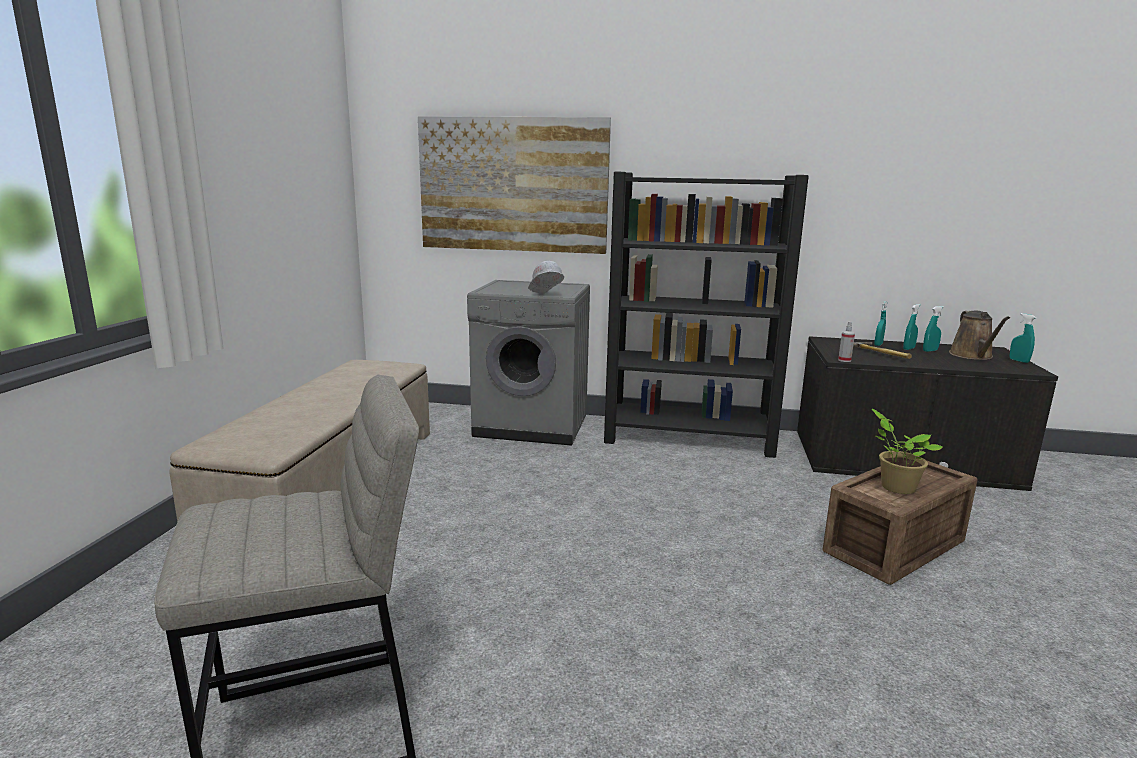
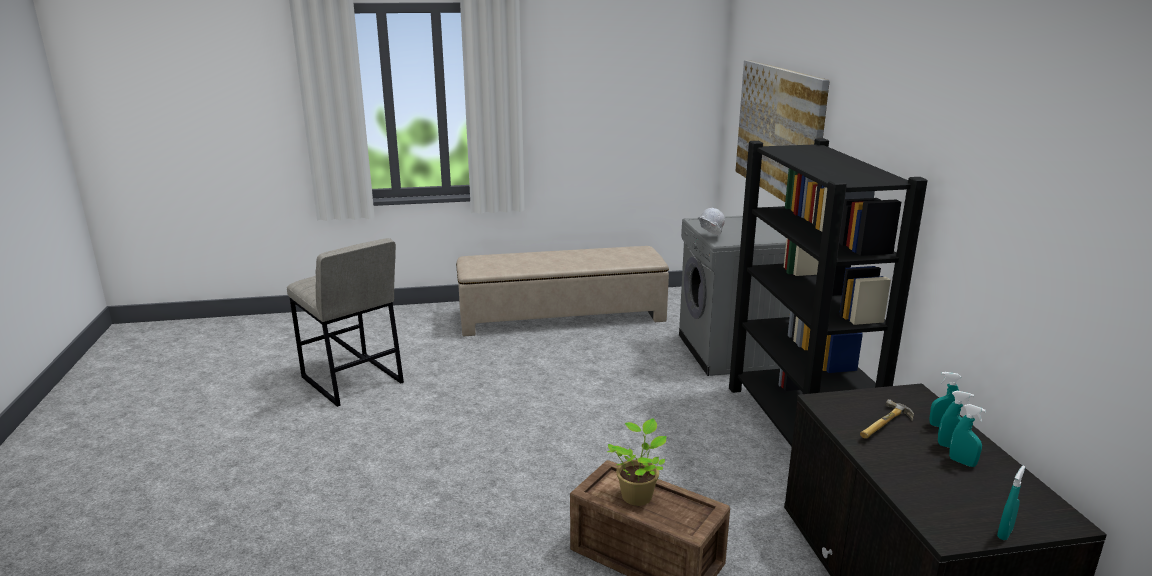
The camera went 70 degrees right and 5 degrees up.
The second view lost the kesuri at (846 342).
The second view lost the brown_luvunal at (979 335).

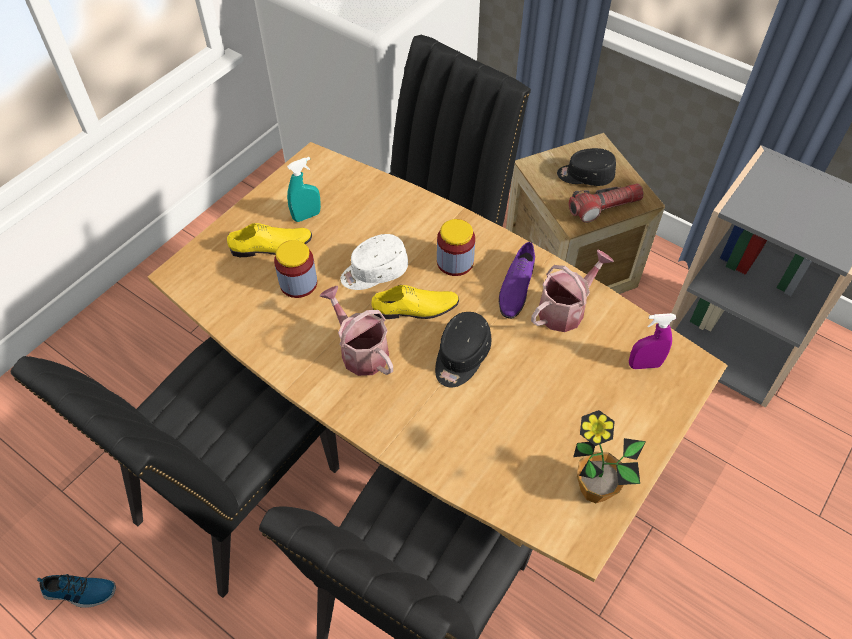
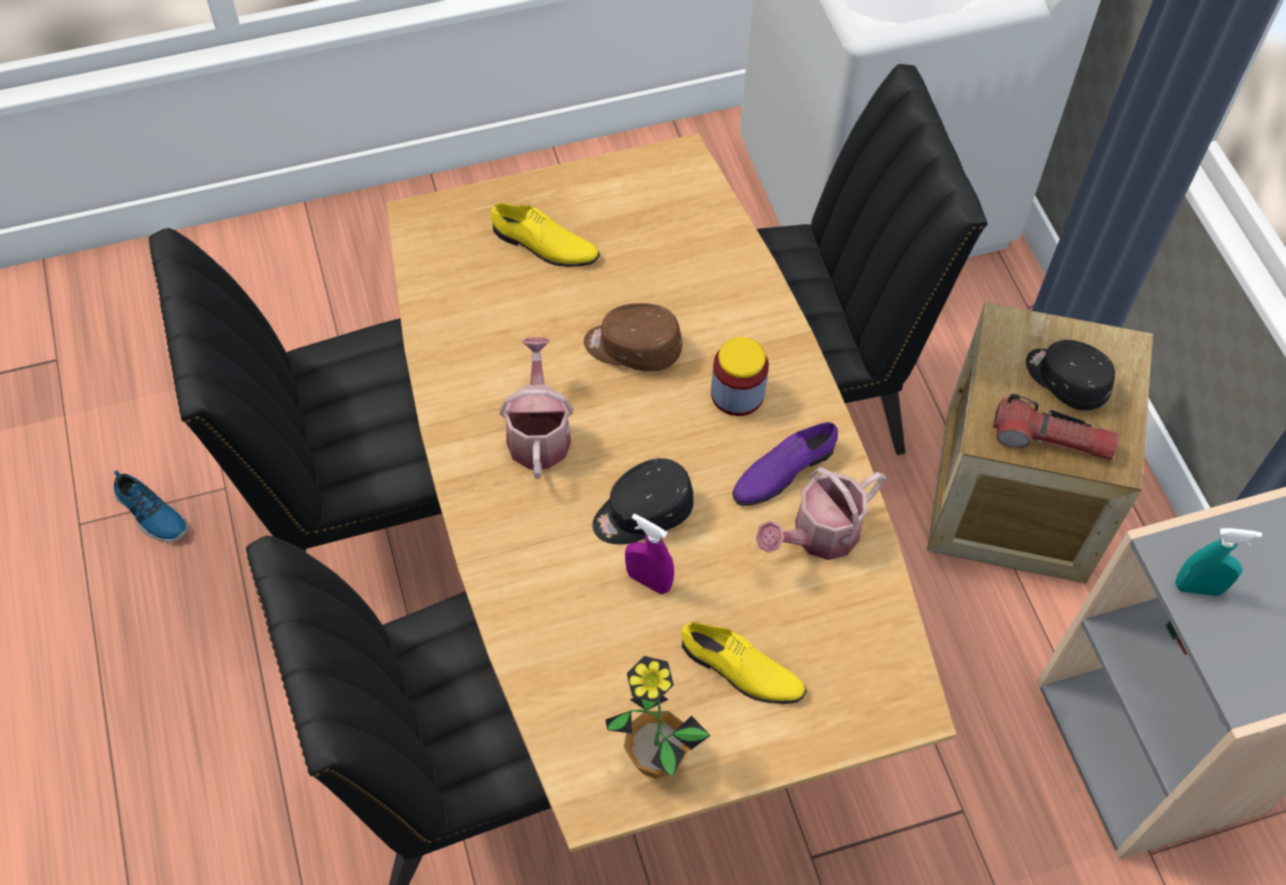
The camera went 35 degrees right and 5 degrees up.
What was the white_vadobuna at (374 262) turned into the brown_vadobuna at (633 337).
The purple_kesuri ended up elsewhere, having gone from (653 341) to (649 554).
The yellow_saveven ended up elsewhere, having gone from (415 302) to (744 663).
The luvunal at (572 291) ended up facing another way, 150 degrees clockwise from before.
The turquoise_kesuri ended up elsewhere, having gone from (304 189) to (1218 562).
The second view lost the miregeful at (295 269).

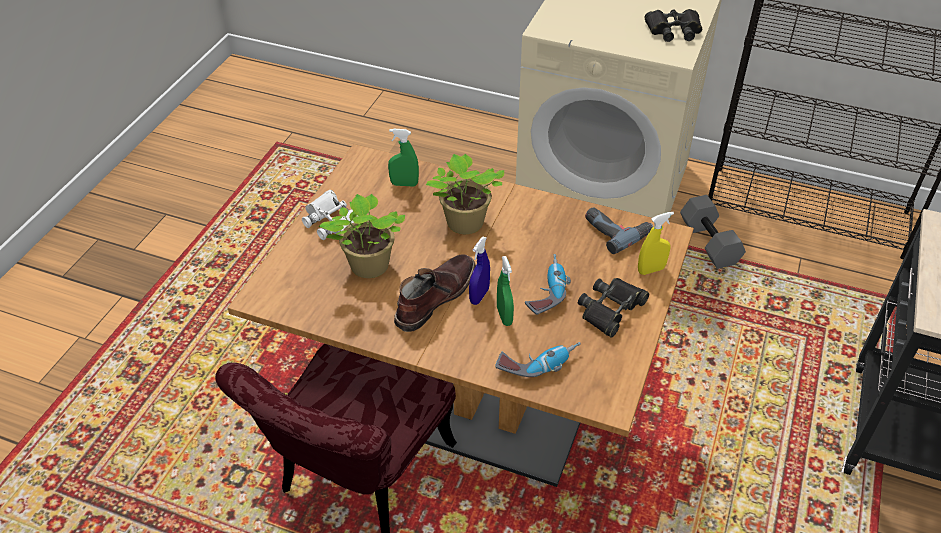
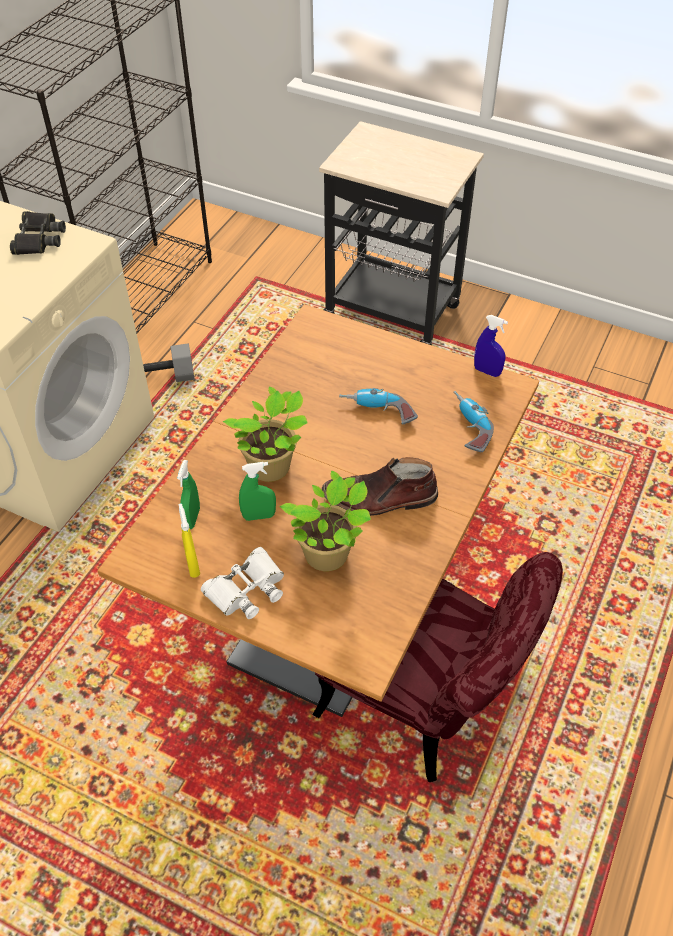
The camera went 85 degrees left and 5 degrees up.
The yellow_kesuri ended up elsewhere, having gone from (656 243) to (189 541).
The green_kesuri ended up elsewhere, having gone from (505 291) to (257 491).
The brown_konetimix at (435 293) ended up facing another way, 45 degrees counterclockwise from before.
The blue_kesuri ended up elsewhere, having gone from (479 271) to (491 346).
The second view lost the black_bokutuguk at (613 307).
The second view lost the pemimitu at (619 230).

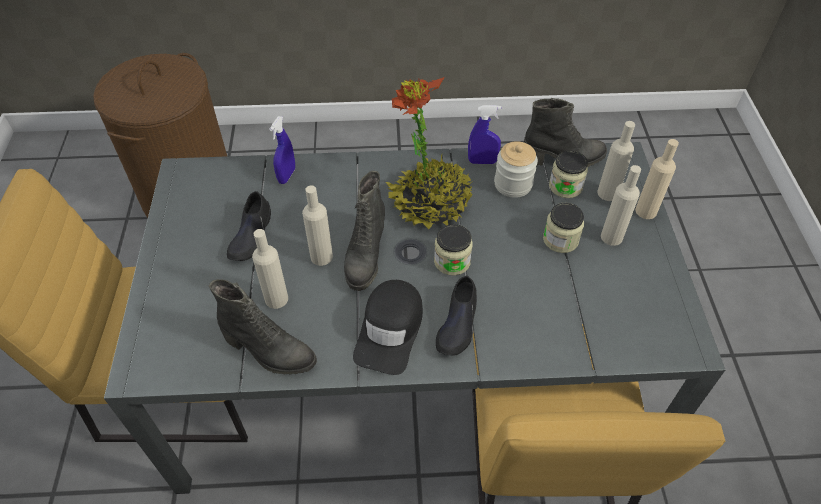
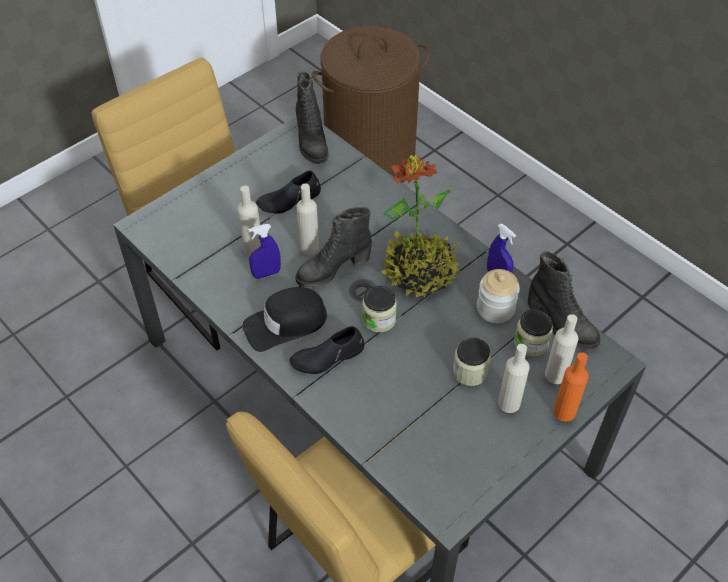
The camera went 50 degrees right and 0 degrees up.
The blue_kesuri ended up elsewhere, having gone from (282 150) to (264 251).
The black_konetimix ended up elsewhere, having gone from (263 327) to (312 118).
What was the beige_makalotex at (657 179) turned into the orange_makalotex at (571 387).

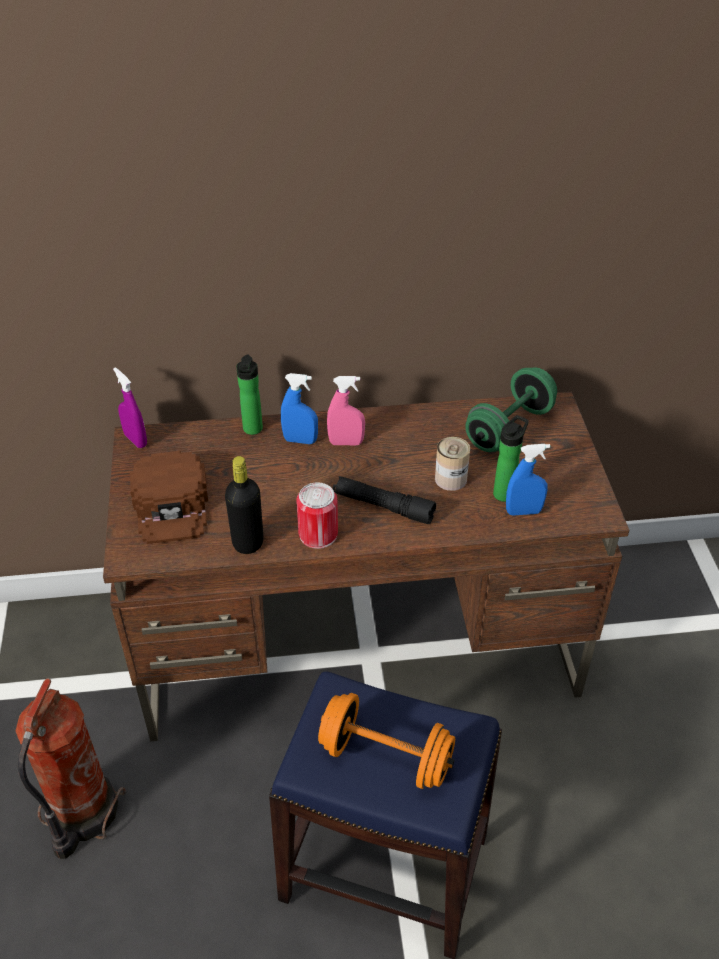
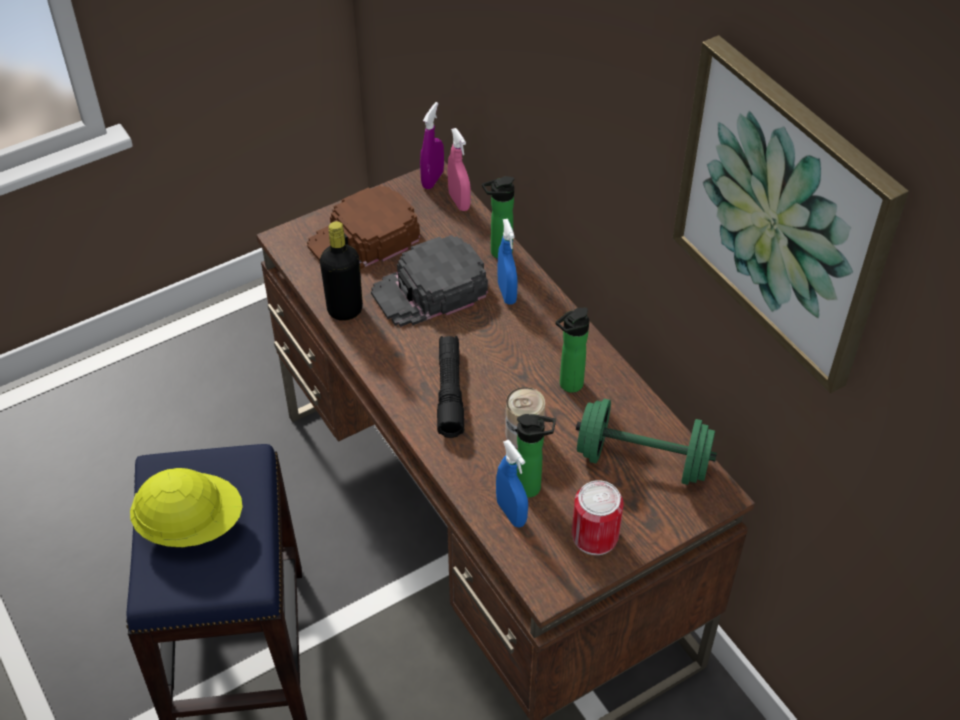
The camera went 65 degrees right and 5 degrees up.
Where the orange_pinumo stood at (386 741), the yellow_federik came to stand at (186 508).
The second view gained the black_vadobuna at (429 281).
The pink_kesuri ended up elsewhere, having gone from (346 410) to (459 169).
The second view gained the makalotex at (572 350).
The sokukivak ended up elsewhere, having gone from (317 515) to (598 517).
The second view gained the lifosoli at (791 214).
The second view lost the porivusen at (70 768).

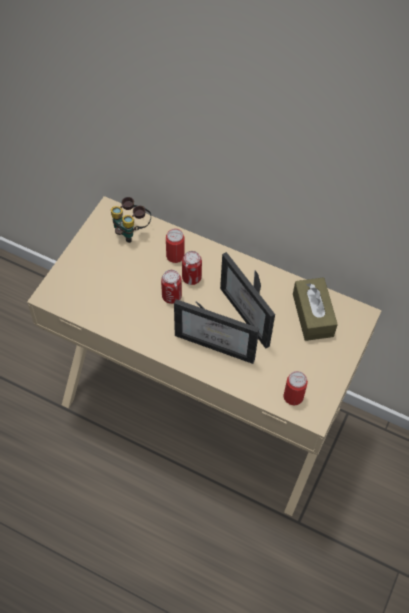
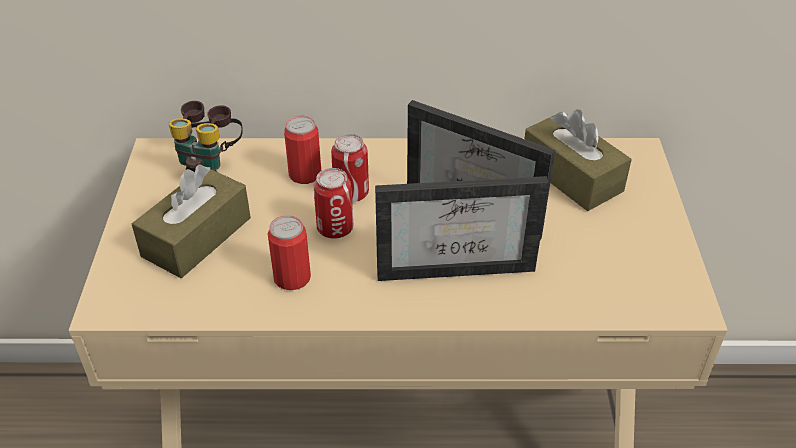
The camera went 25 degrees left and 15 degrees down.
The second view gained the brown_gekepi at (191 221).
The sokukivak ended up elsewhere, having gone from (295 388) to (289 252).

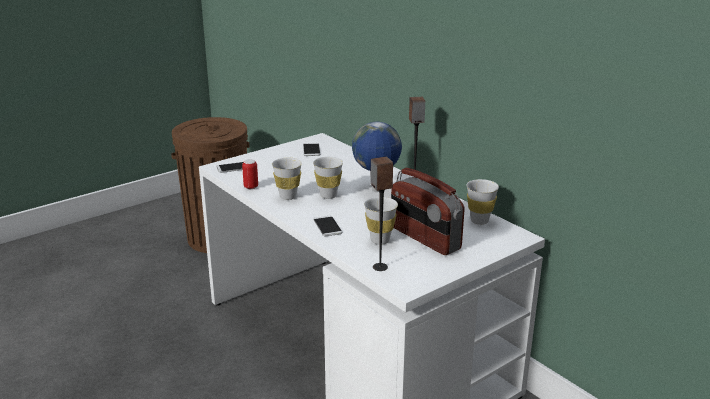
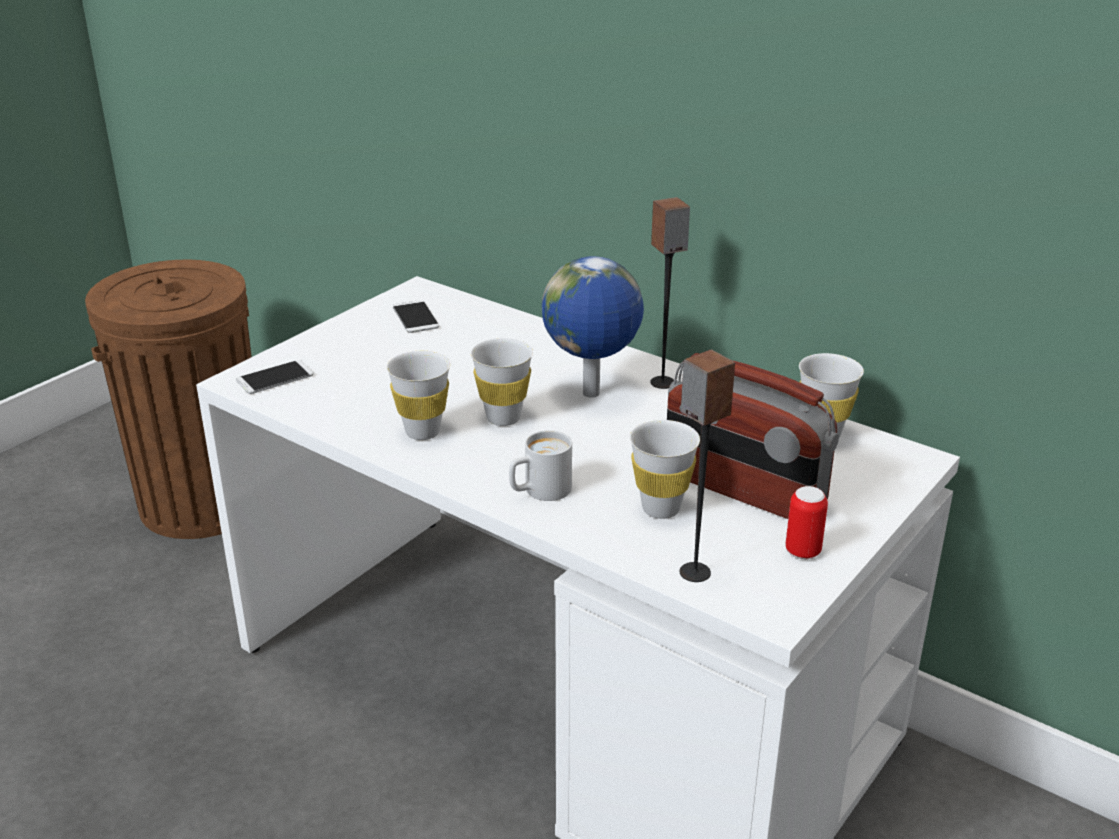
The camera went 15 degrees left and 5 degrees up.
Where the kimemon stood at (327 226), the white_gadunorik came to stand at (540 465).
The sokukivak ended up elsewhere, having gone from (250 174) to (806 522).

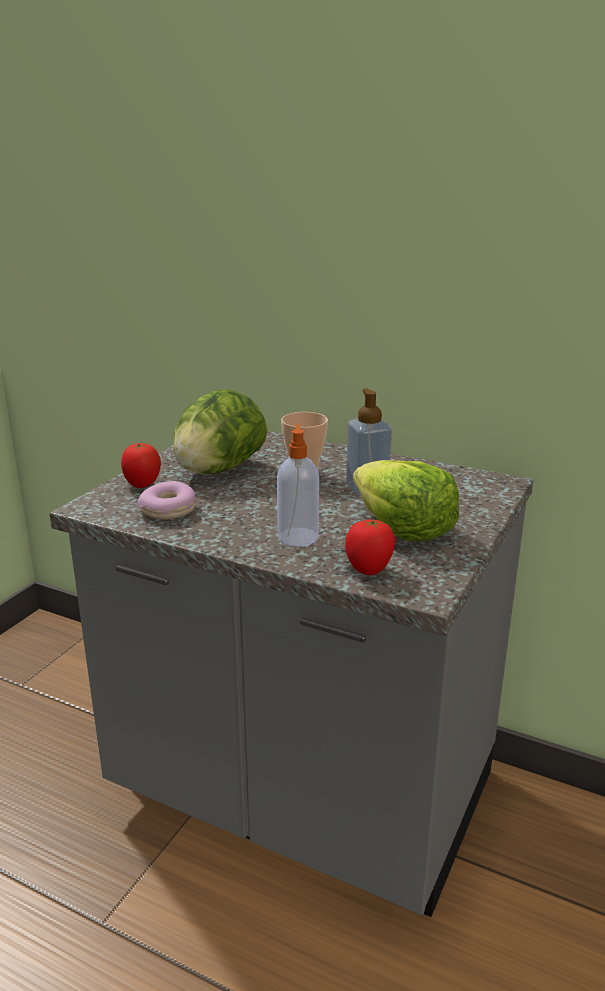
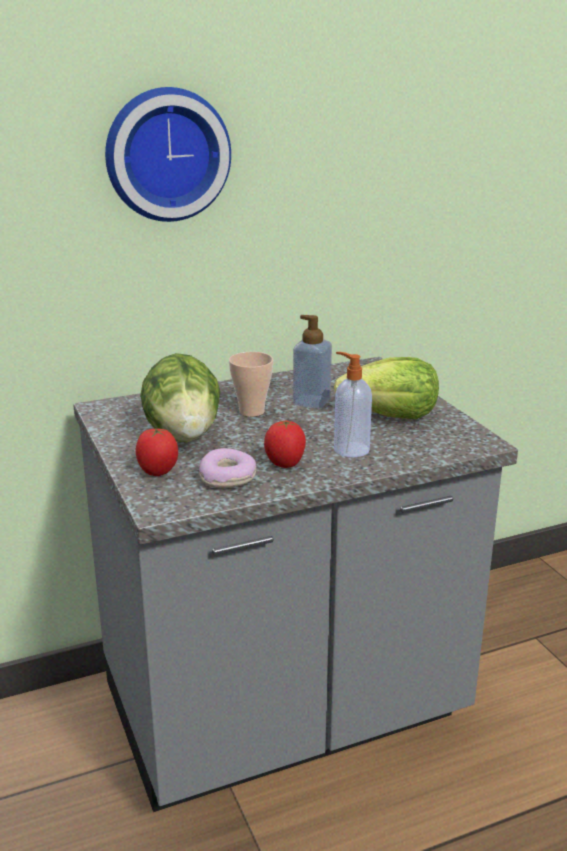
The camera went 50 degrees left and 0 degrees up.
The second view gained the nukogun at (168 154).
The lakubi ended up elsewhere, having gone from (370 547) to (285 444).

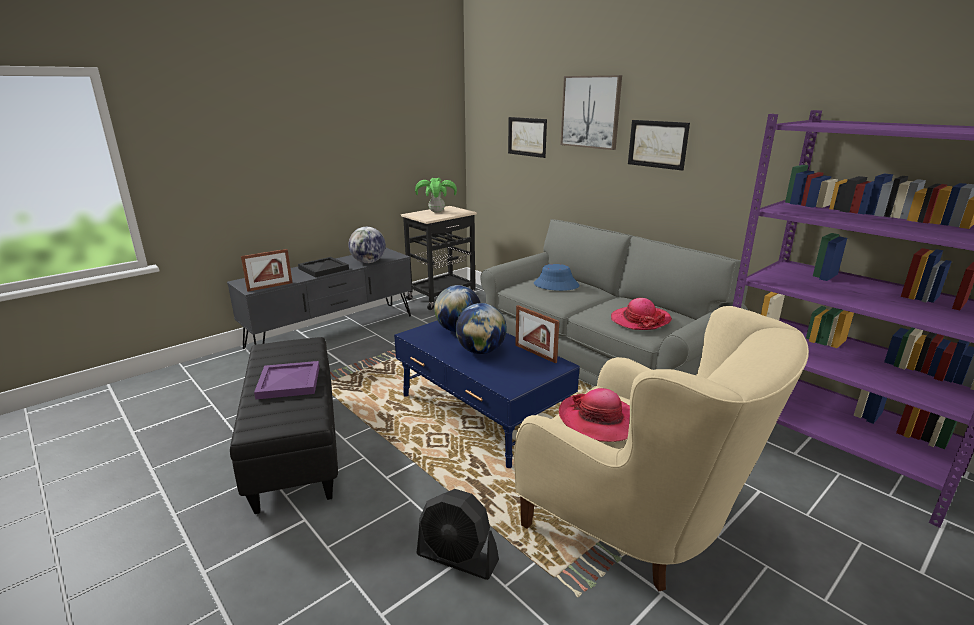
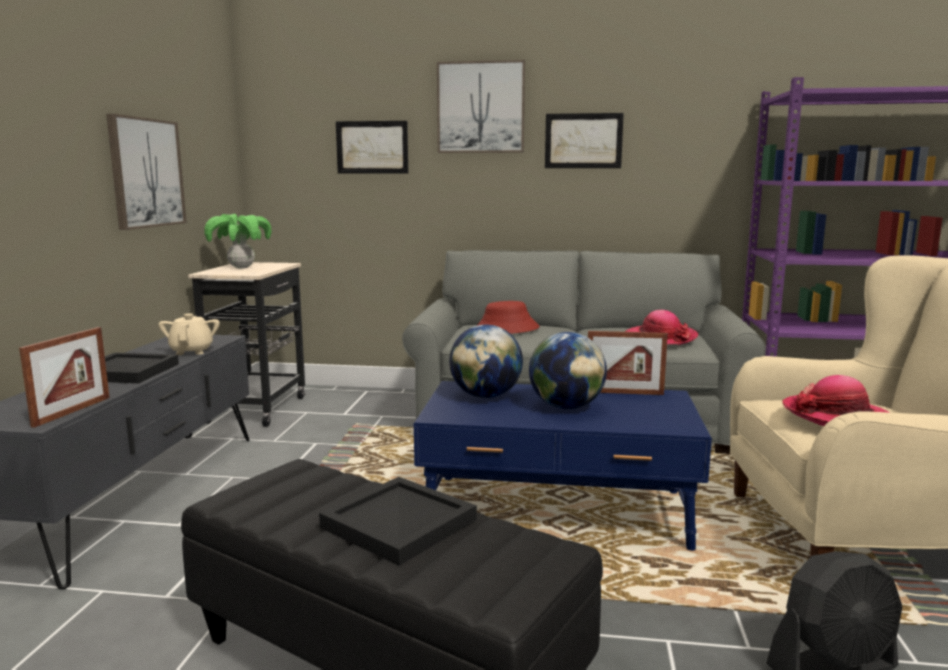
The camera went 40 degrees left and 10 degrees down.
The second view gained the lifosoli at (146 172).
Where the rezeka stood at (367 245), the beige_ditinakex came to stand at (189 334).
What was the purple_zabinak at (287 380) turned into the black_zabinak at (398 521).
What was the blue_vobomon at (557 277) turned into the red_vobomon at (508 317).

